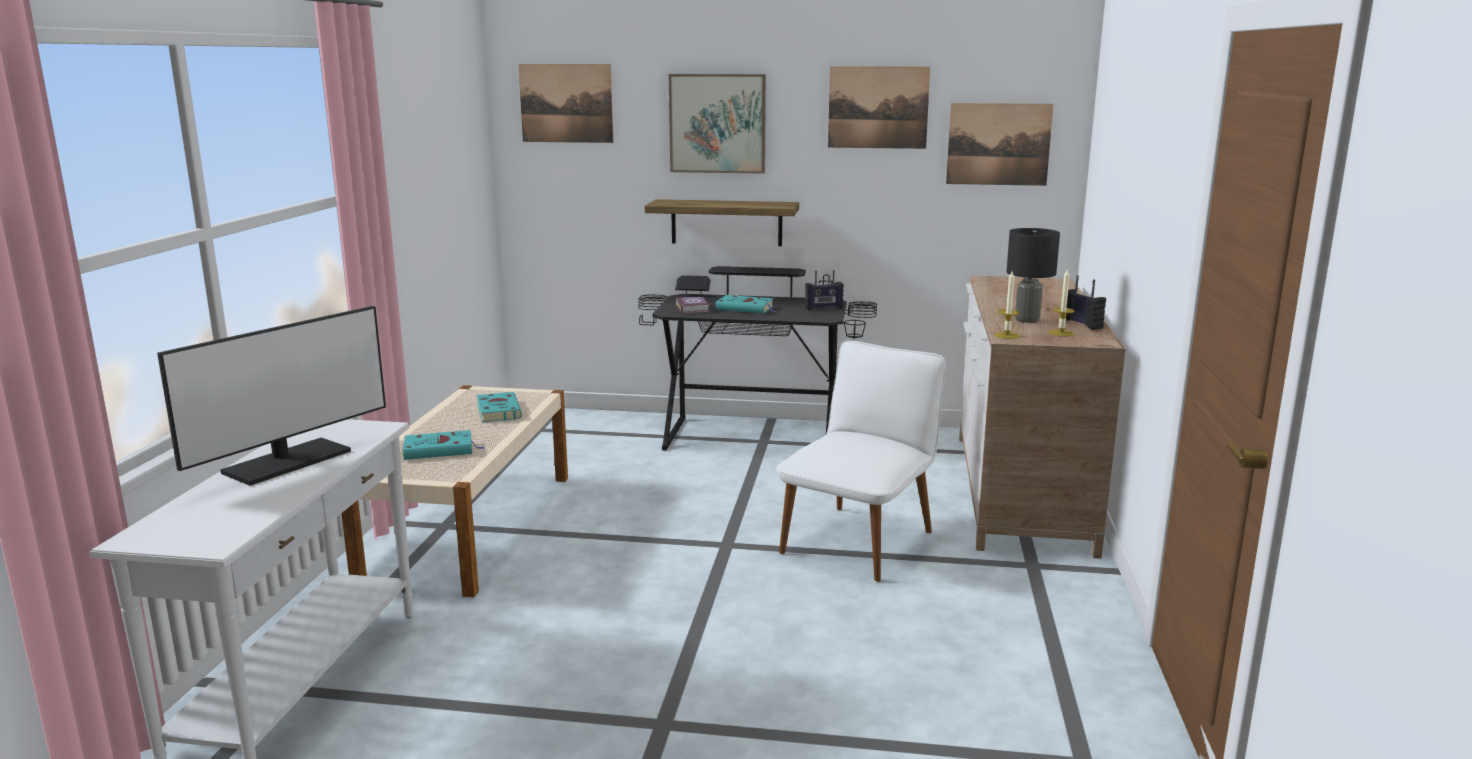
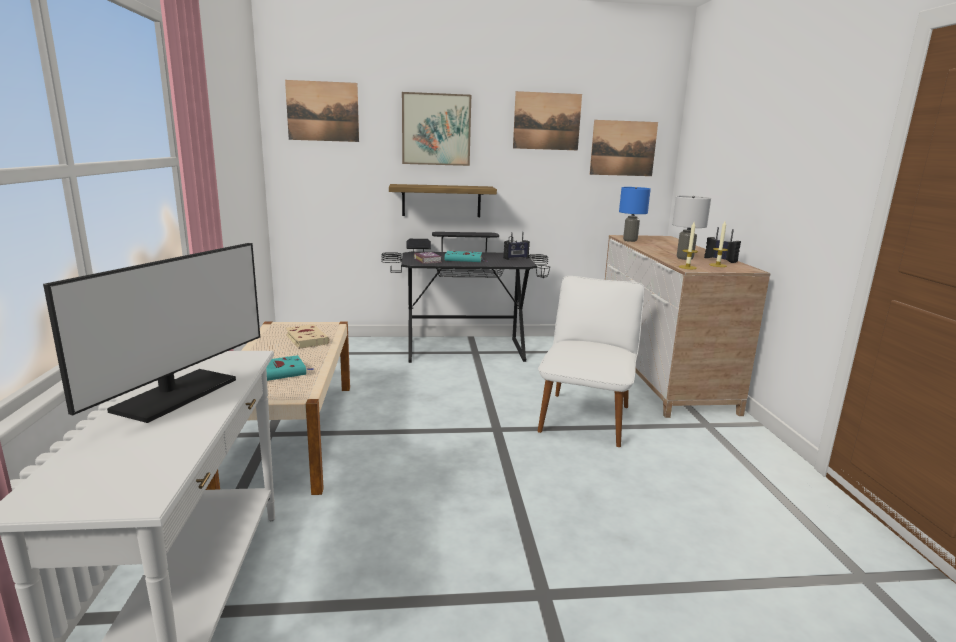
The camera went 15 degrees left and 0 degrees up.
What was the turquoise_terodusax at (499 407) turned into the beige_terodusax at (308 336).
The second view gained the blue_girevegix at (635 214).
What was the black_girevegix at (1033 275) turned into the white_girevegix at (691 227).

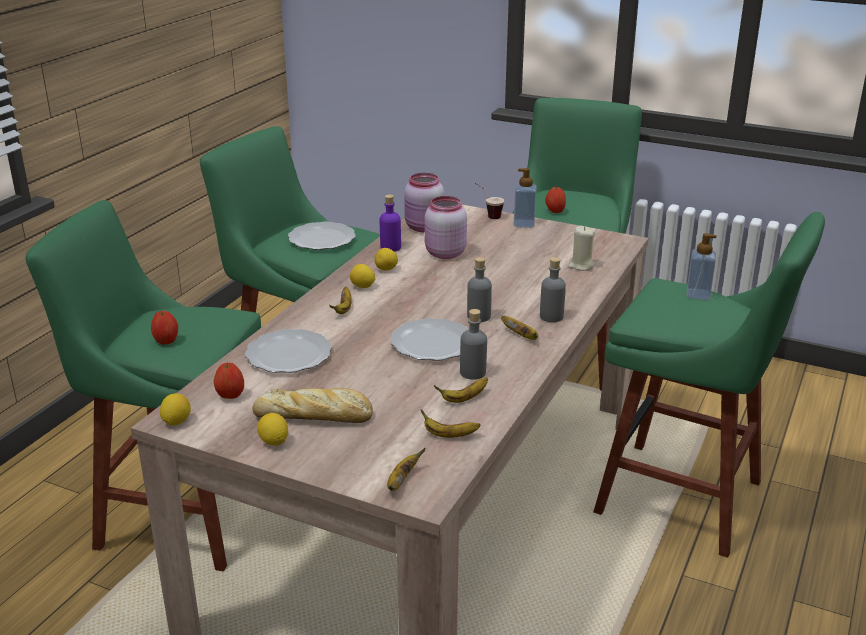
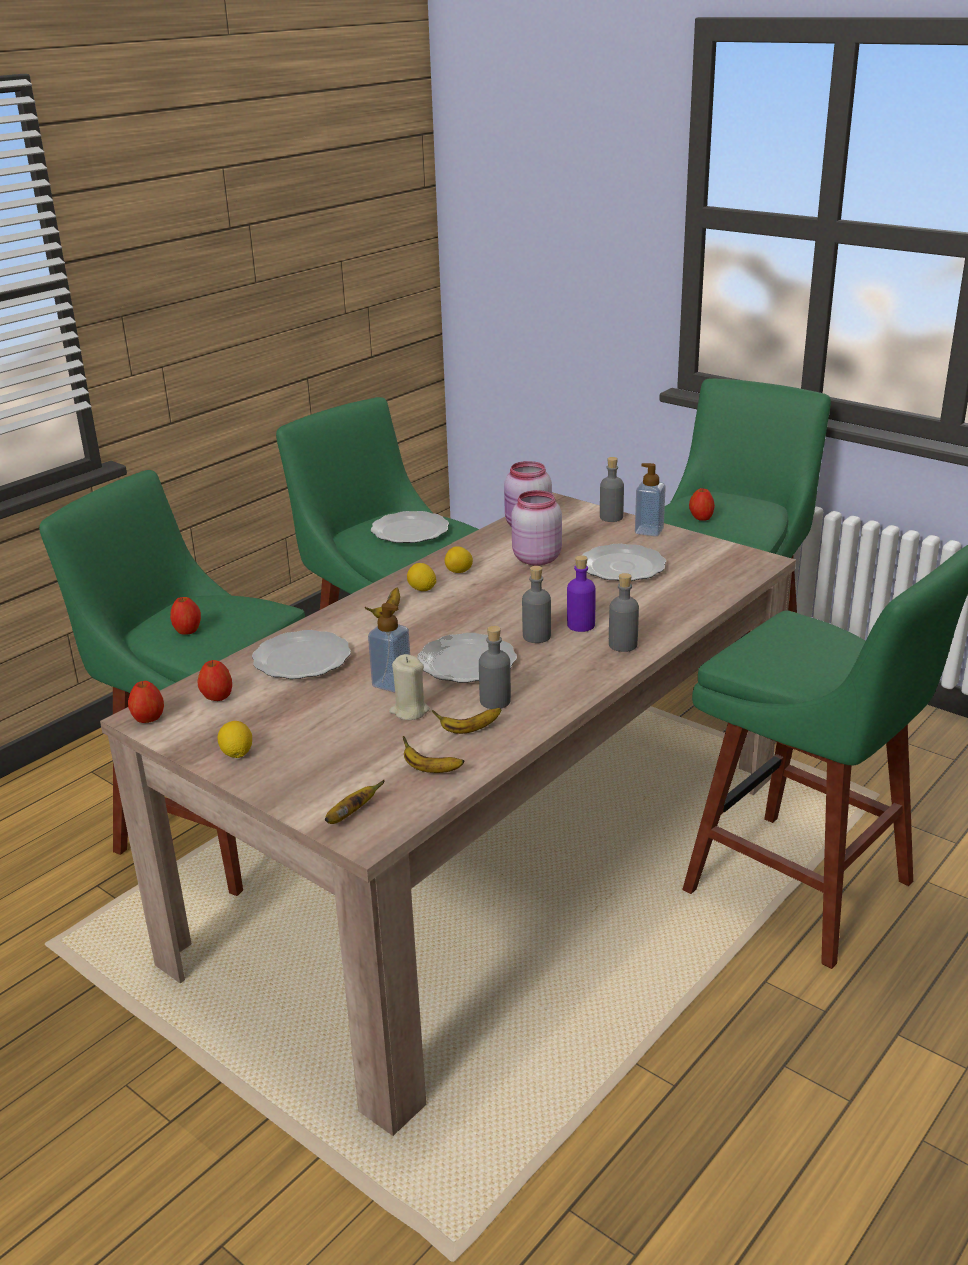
The camera went 15 degrees right and 0 degrees up.
Where the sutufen stood at (175 409), the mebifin came to stand at (146 702).
The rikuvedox ended up elsewhere, having gone from (701 266) to (389 647).
The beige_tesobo ended up elsewhere, having gone from (581 248) to (409 687).
The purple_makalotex ended up elsewhere, having gone from (390 223) to (581 593).
The second view gained the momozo at (624 562).
Where the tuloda stood at (489 201), the grey_makalotex came to stand at (612 489).
The second view lost the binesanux at (313 405).
The second view lost the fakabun at (519 328).

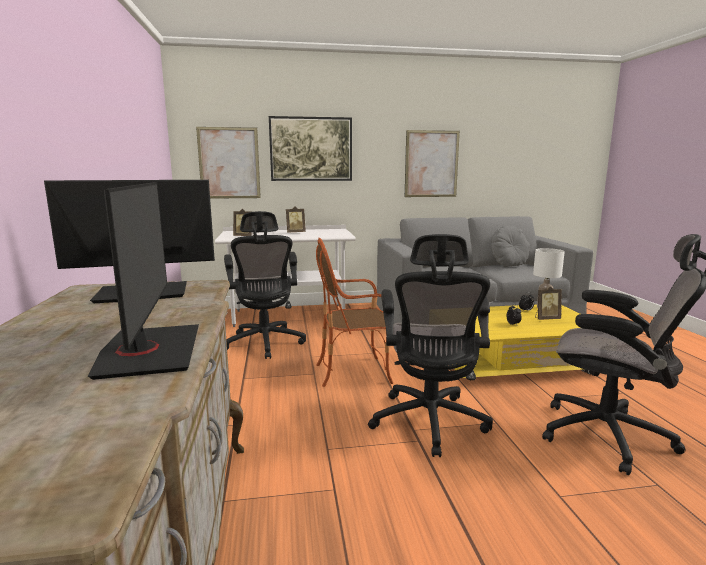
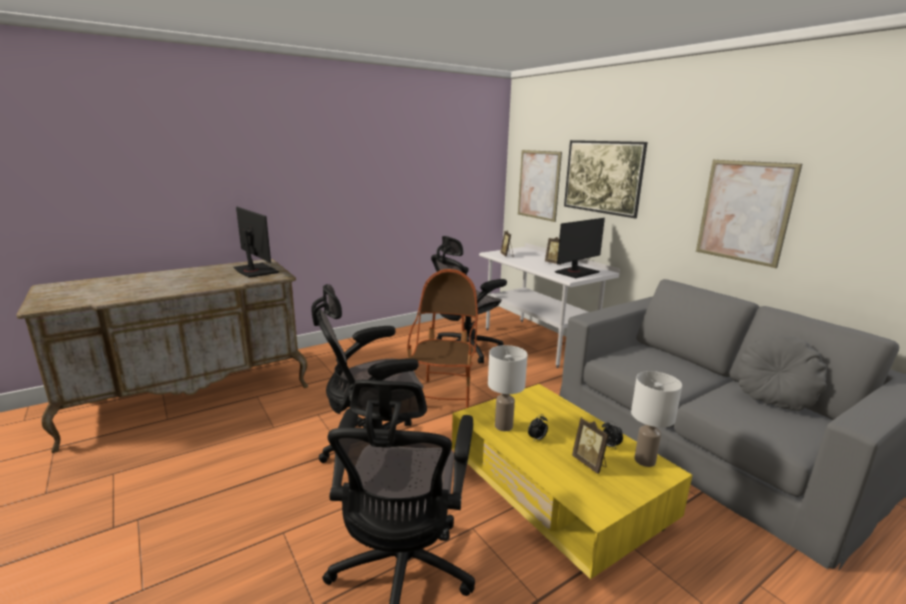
The camera went 65 degrees right and 5 degrees up.
The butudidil at (354 312) ended up facing another way, 45 degrees clockwise from before.
The second view gained the white_girevegix at (508 388).
The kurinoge ended up elsewhere, having gone from (143 281) to (580 248).

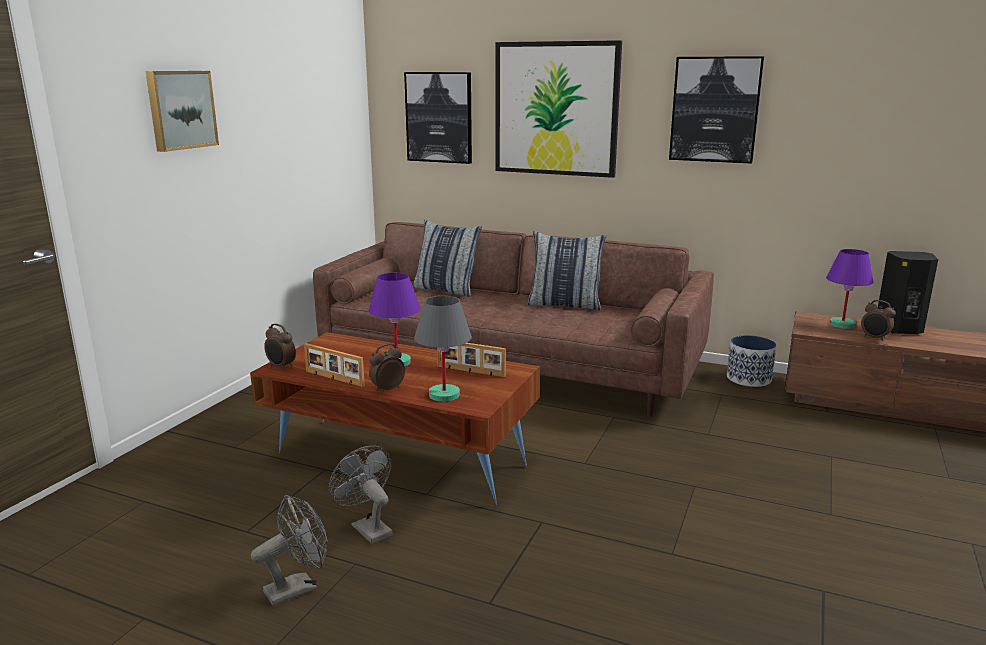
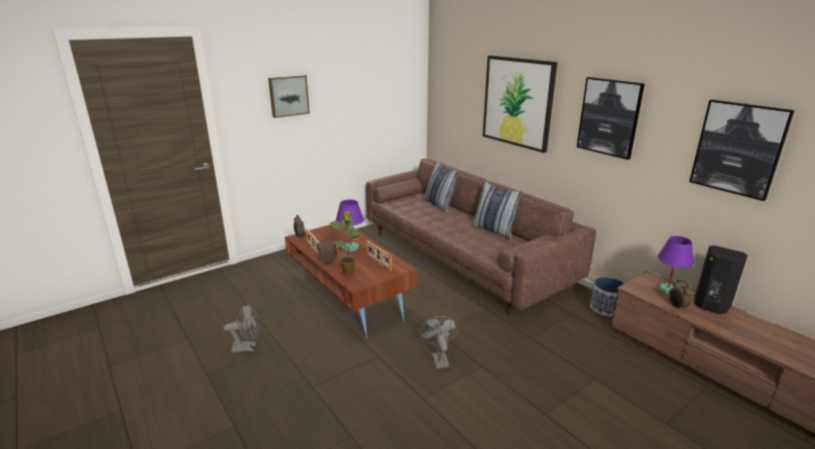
The camera went 30 degrees right and 5 degrees up.
Where the grey_girevegix stood at (443 349), the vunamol came to stand at (346 243).
The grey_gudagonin ended up elsewhere, having gone from (361 494) to (439 342).
The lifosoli ended up elsewhere, having gone from (438 118) to (742 150).

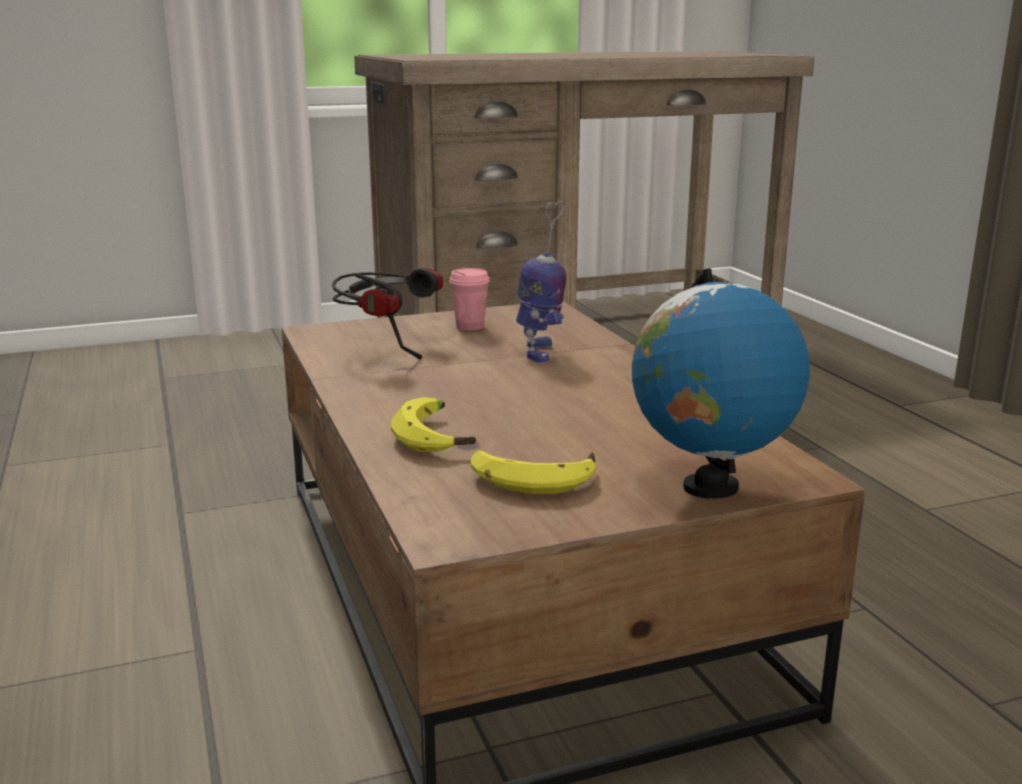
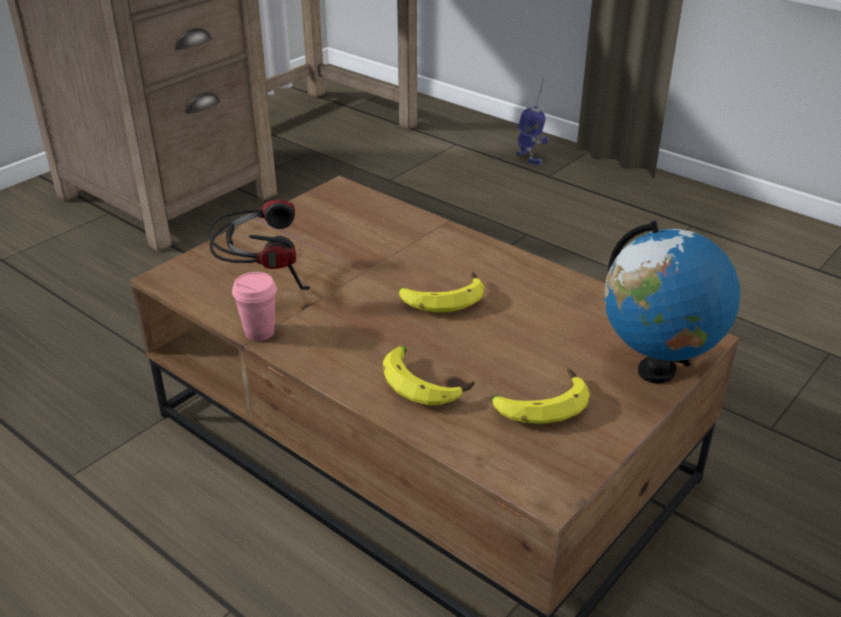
The camera went 30 degrees left and 15 degrees up.
The pink_tuloda ended up elsewhere, having gone from (469 299) to (254 306).
The second view gained the fakabun at (441 291).
The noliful ended up elsewhere, having gone from (541 282) to (533 121).

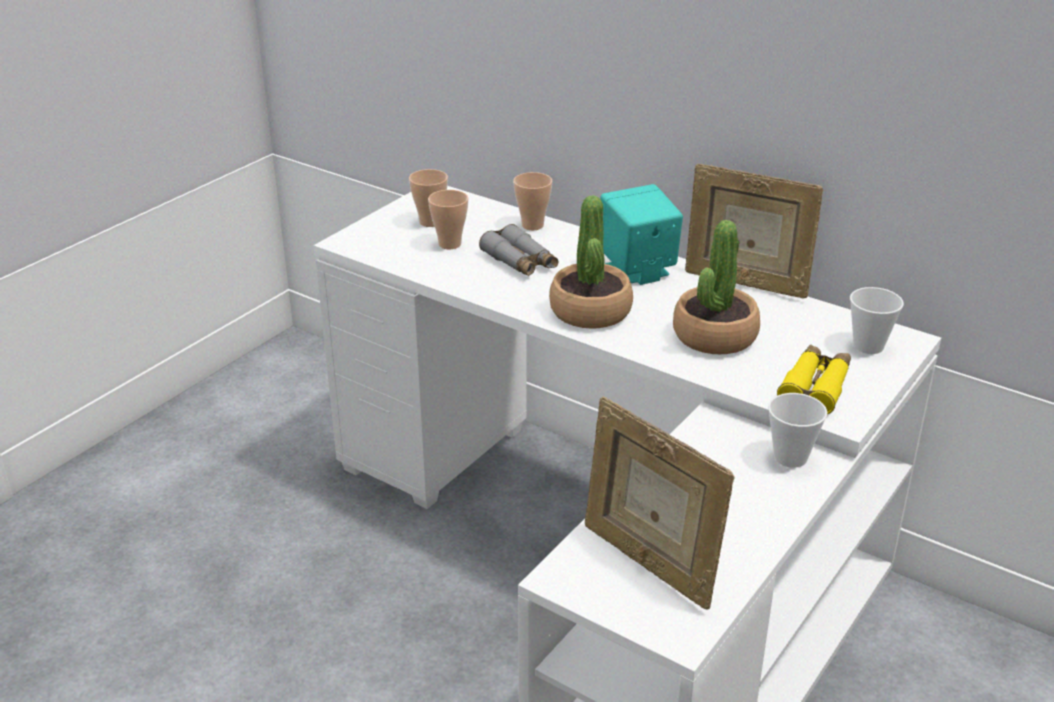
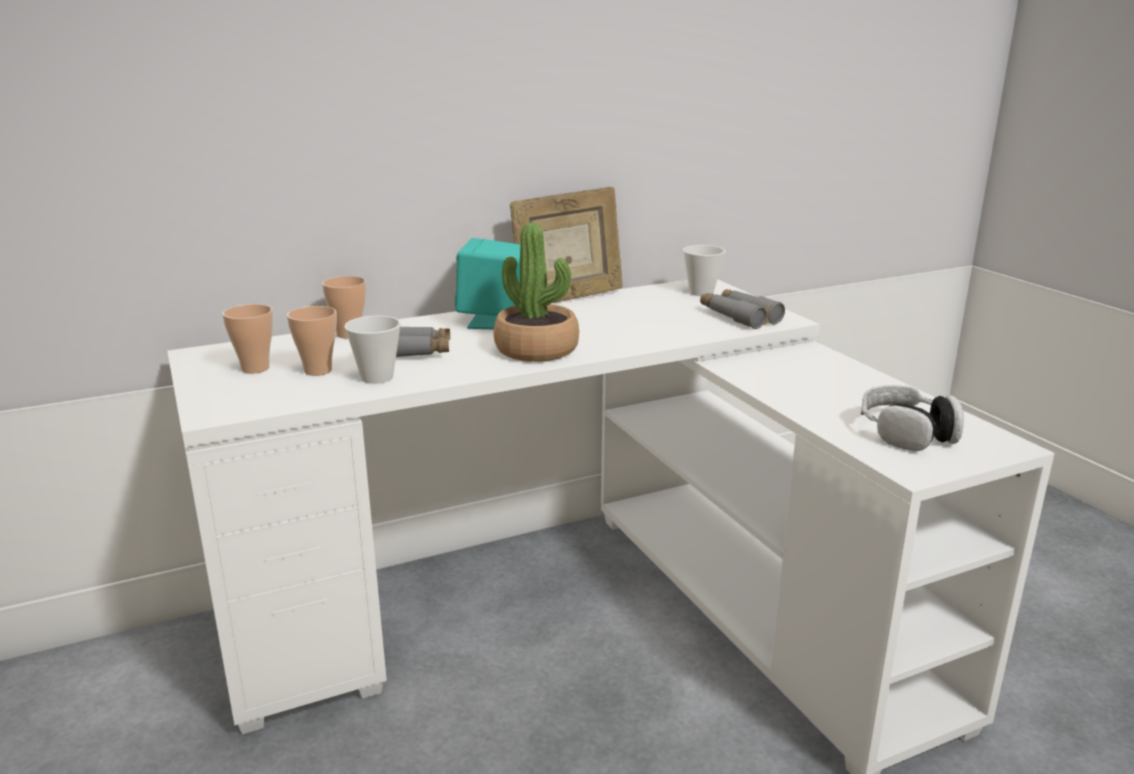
The camera went 60 degrees left and 10 degrees down.
The tuloda ended up elsewhere, having gone from (797 430) to (372 350).
What was the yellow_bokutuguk at (814 379) turned into the grey_bokutuguk at (742 309).
Where the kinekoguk stood at (660 503), the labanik came to stand at (912 418).
The second view lost the vunamol at (716 287).

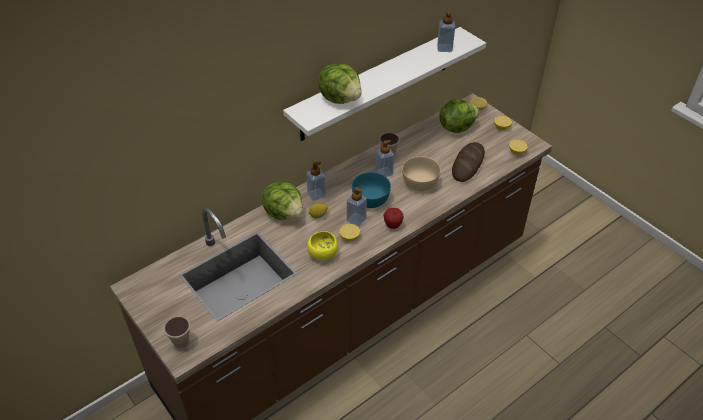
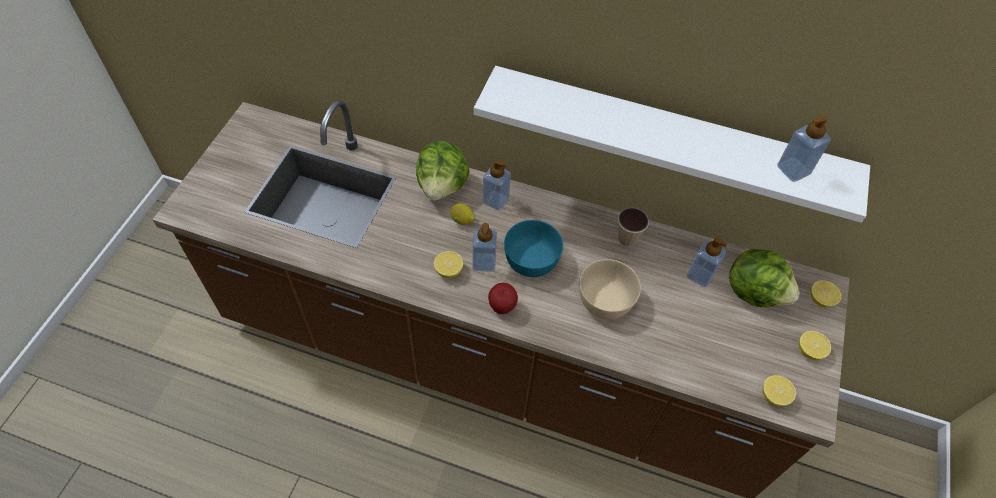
The camera went 55 degrees right and 10 degrees up.
The rikuvedox ended up elsewhere, having gone from (384 158) to (707 262).
The second view lost the tuloda at (177 333).
The second view lost the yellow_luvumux at (322 246).
The second view lost the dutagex at (340 84).
The second view lost the binesanux at (468 162).

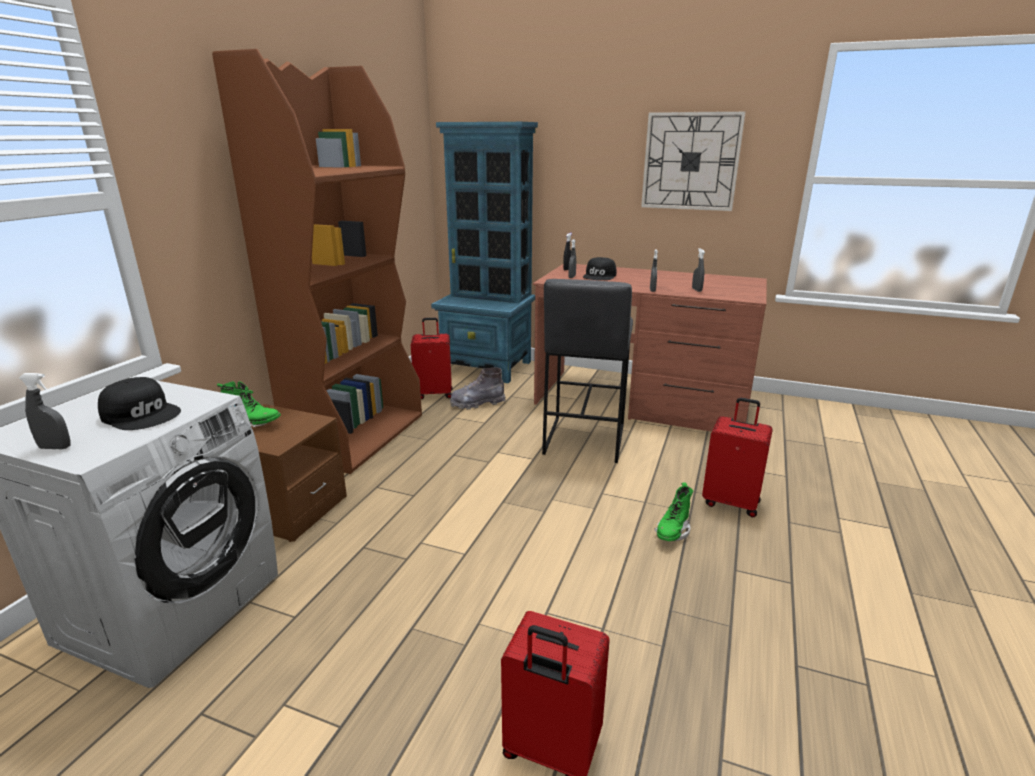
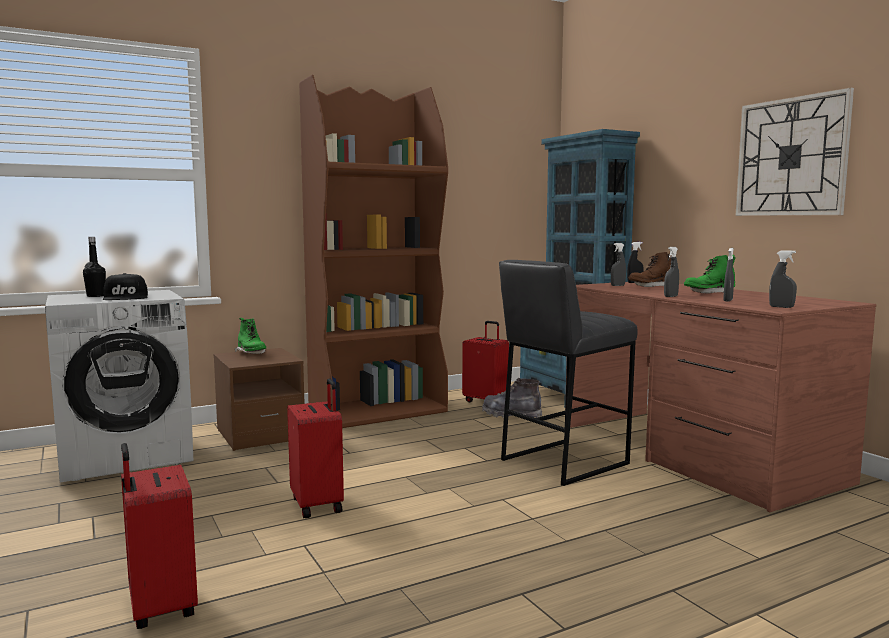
The camera went 40 degrees right and 15 degrees down.
The second view gained the black_makalotex at (94 267).
The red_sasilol ended up elsewhere, having gone from (737 457) to (315 448).
Where the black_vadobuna stood at (600 268), the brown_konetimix came to stand at (650 269).
The green_konetimix ended up elsewhere, having gone from (674 511) to (710 274).
The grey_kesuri ended up elsewhere, having gone from (45 411) to (783 279).

